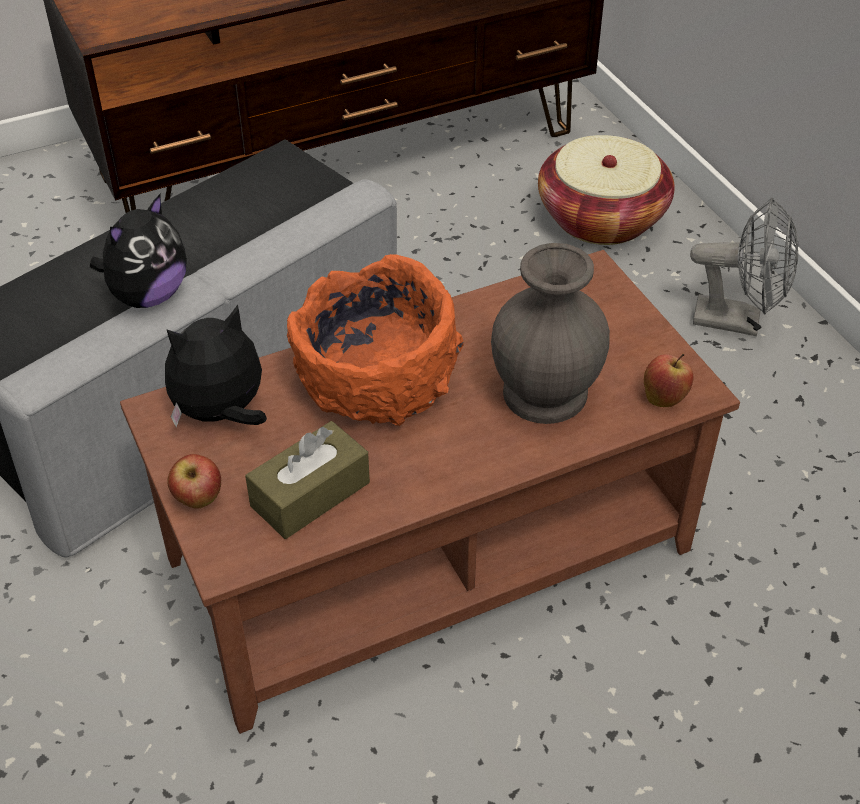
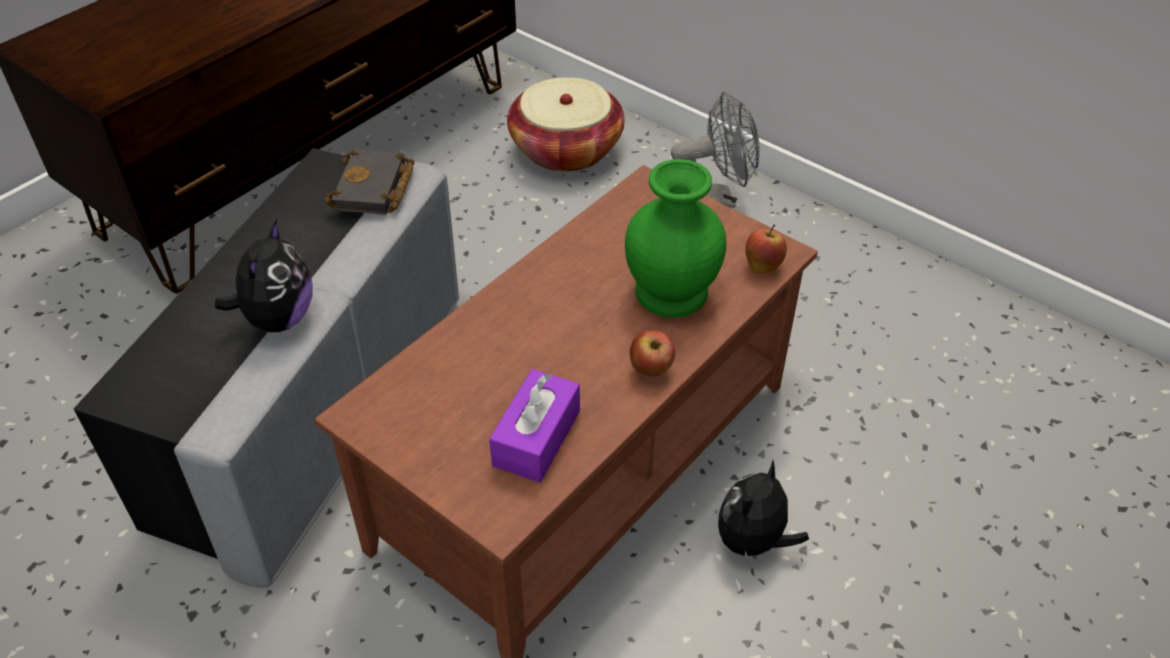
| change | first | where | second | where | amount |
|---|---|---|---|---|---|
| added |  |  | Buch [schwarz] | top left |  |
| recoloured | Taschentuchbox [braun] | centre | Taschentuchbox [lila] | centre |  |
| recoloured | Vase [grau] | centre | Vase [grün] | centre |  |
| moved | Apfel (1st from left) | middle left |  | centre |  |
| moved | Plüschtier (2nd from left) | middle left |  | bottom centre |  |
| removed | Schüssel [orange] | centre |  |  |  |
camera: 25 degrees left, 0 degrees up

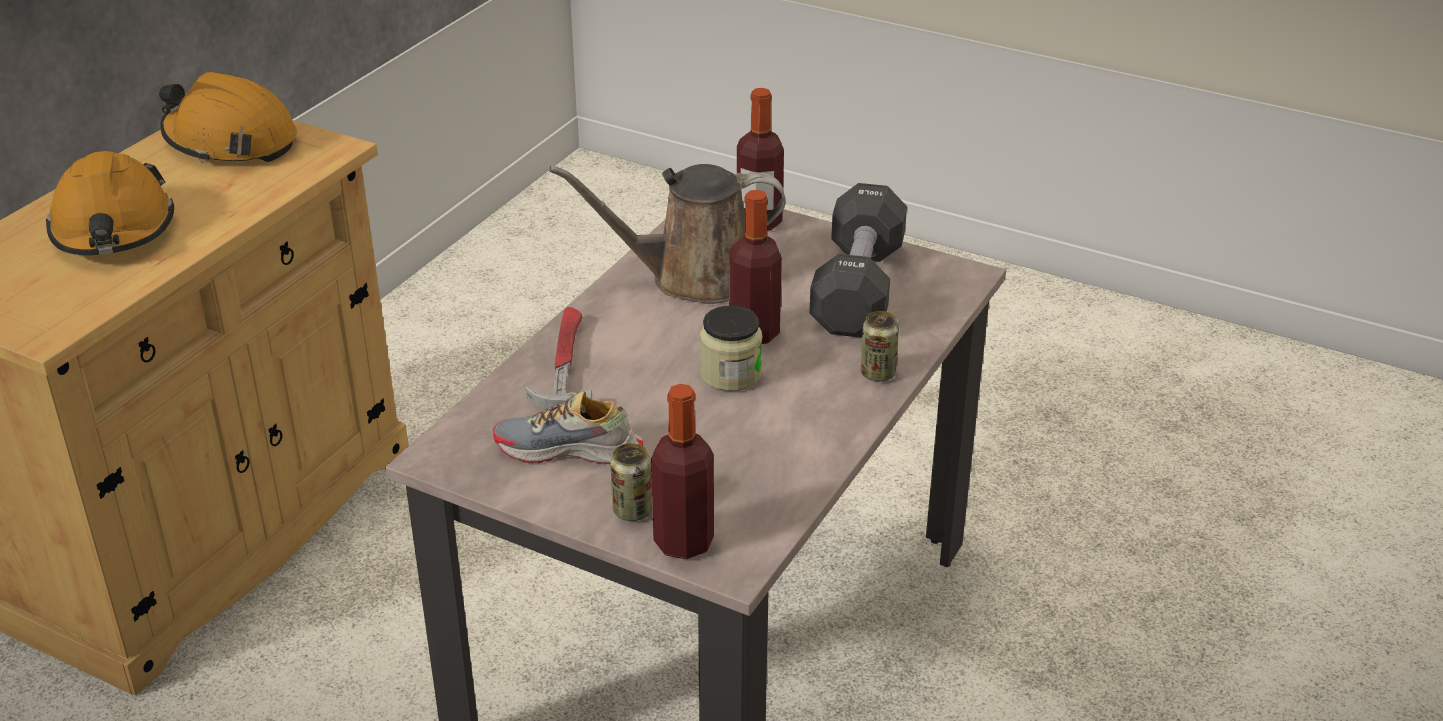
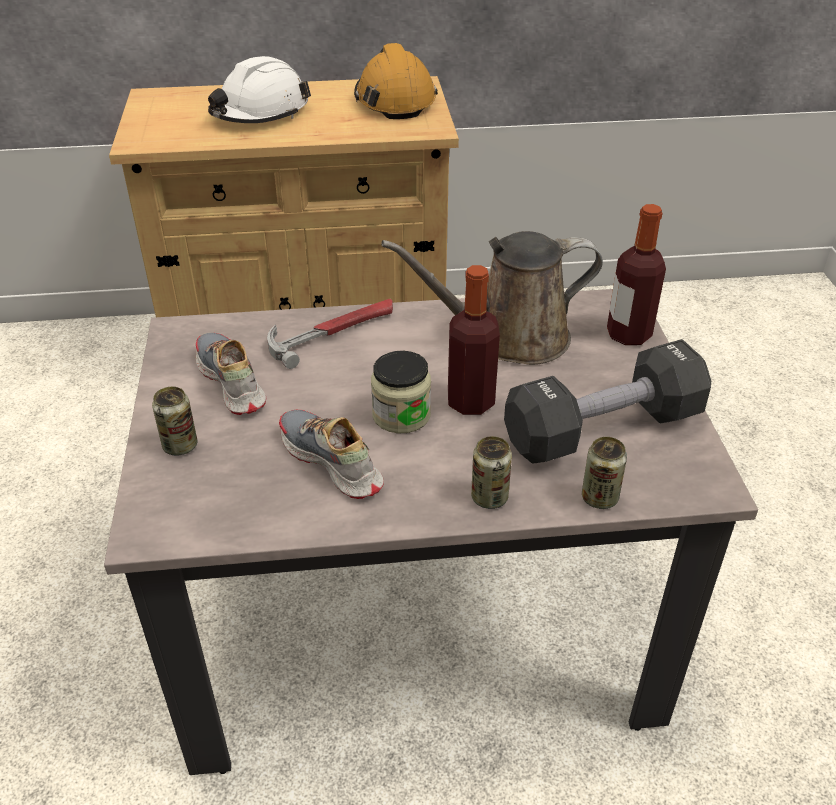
| change | first | where | second | where | amount |
|---|---|---|---|---|---|
| recoloured | Schutzhelm [orange] (1st from left) | top left | Schutzhelm [weiß] | top left |  |
| added |  |  | Schuh (2nd from left) | centre |  |
| turned | Gießkanne [braun] | top centre |  | centre | 60 degrees counterclockwise |
| added |  |  | Dose (3rd from left) | middle right |  |
| removed | Flasche (1st from left) | centre |  |  |  |
camera: 55 degrees right, 5 degrees up

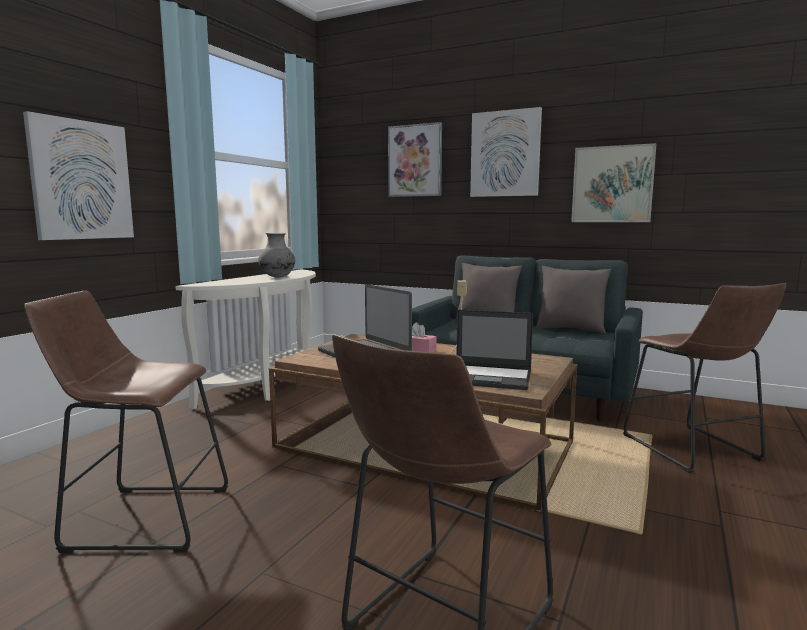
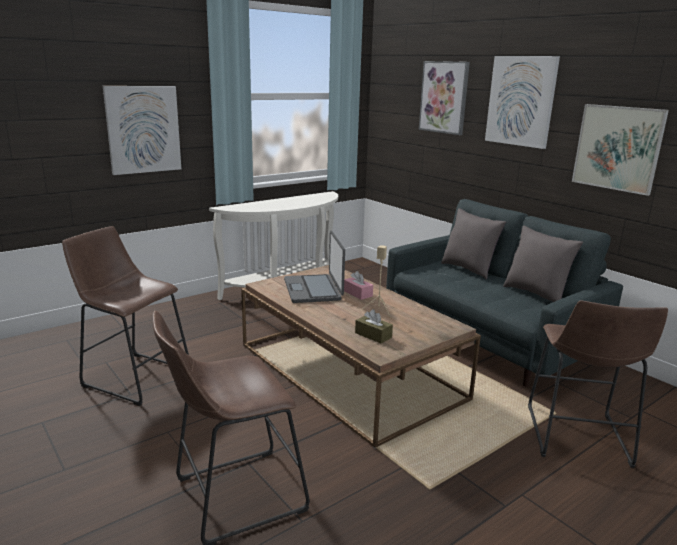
| change | first | where | second | where | amount |
|---|---|---|---|---|---|
| replaced | Laptop (2nd from left) | centre | Taschentuchbox [braun] | centre |  |
| removed | Vase [grau] | centre |  |  |  |
camera: 25 degrees right, 10 degrees up

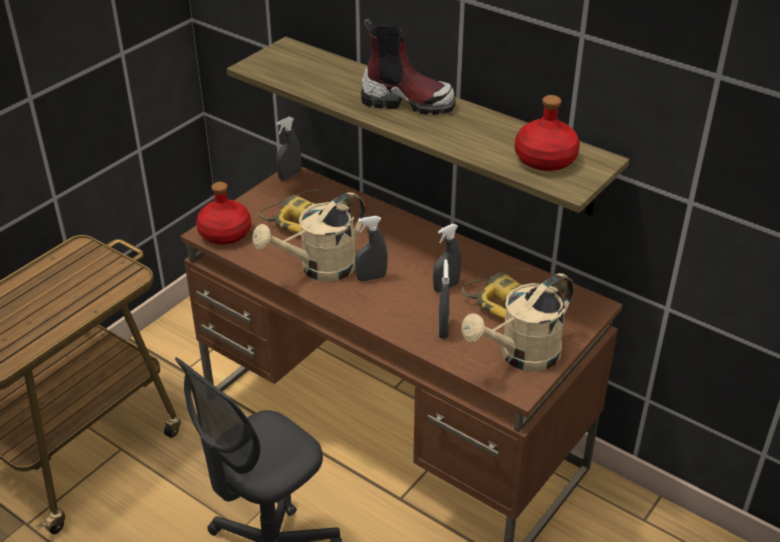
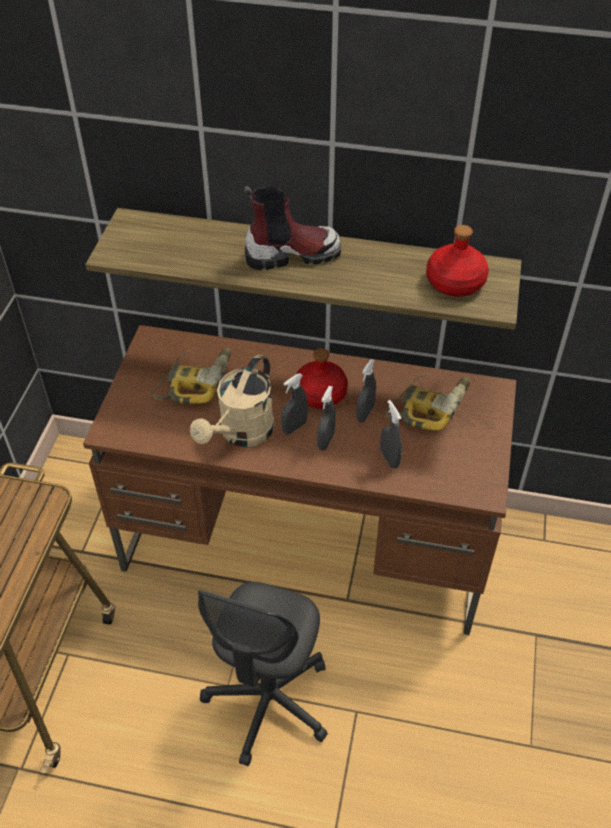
| change | first | where | second | where | amount |
|---|---|---|---|---|---|
| moved | Flasche [rot] (1st from left) | middle left |  | centre |  |
| moved | Sprühflasche [grau] (1st from left in the first image) | top centre | Sprühflasche [grau] (2nd from left) | centre |  |
| removed | Gießkanne [beige] (2nd from left) | centre |  |  |  |
camera: 25 degrees left, 10 degrees up

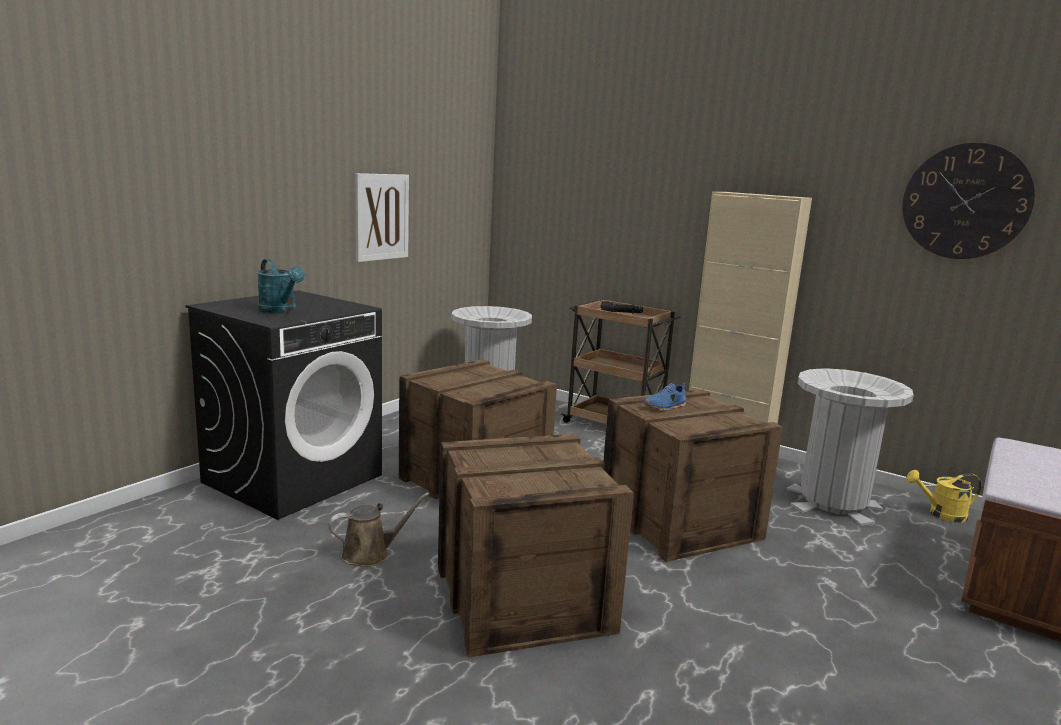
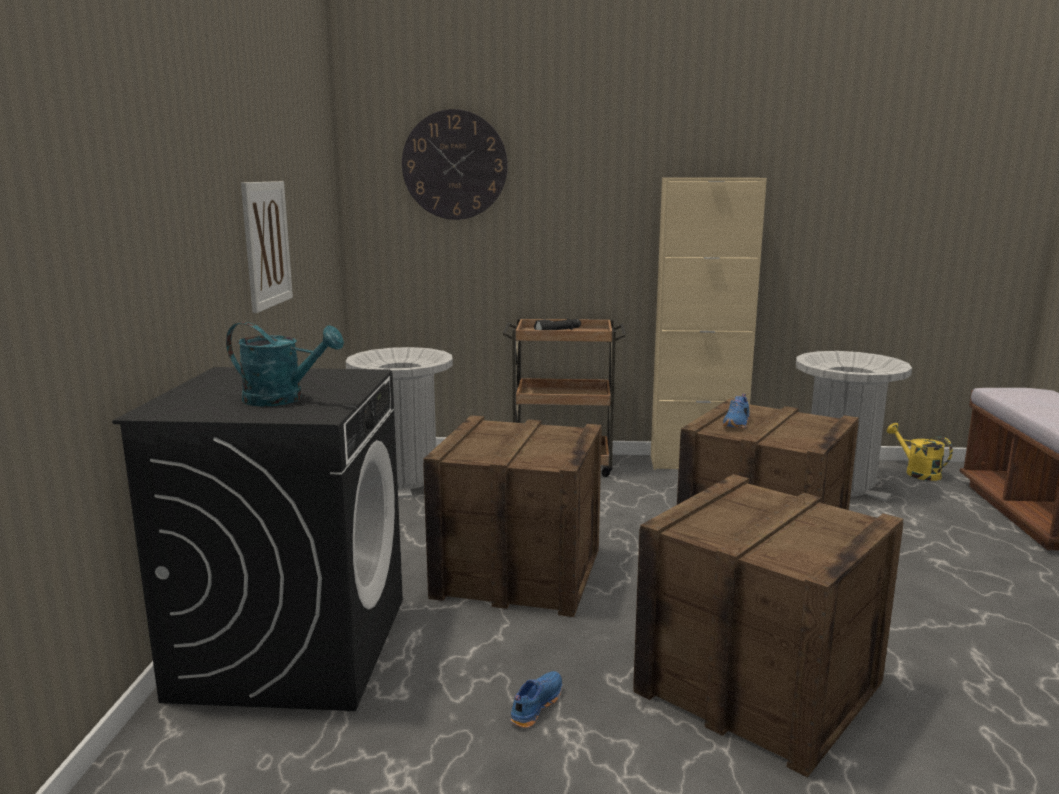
| change | first | where | second | where | amount |
|---|---|---|---|---|---|
| moved | Wanduhr | top right |  | top centre |  |
| replaced | Gießkanne [braun] | bottom centre | Schuh [blau] (1st from left) | bottom centre |  |
| turned | Gießkanne [gelb] | bottom right |  | middle right | 90 degrees clockwise |
camera: 30 degrees left, 0 degrees up

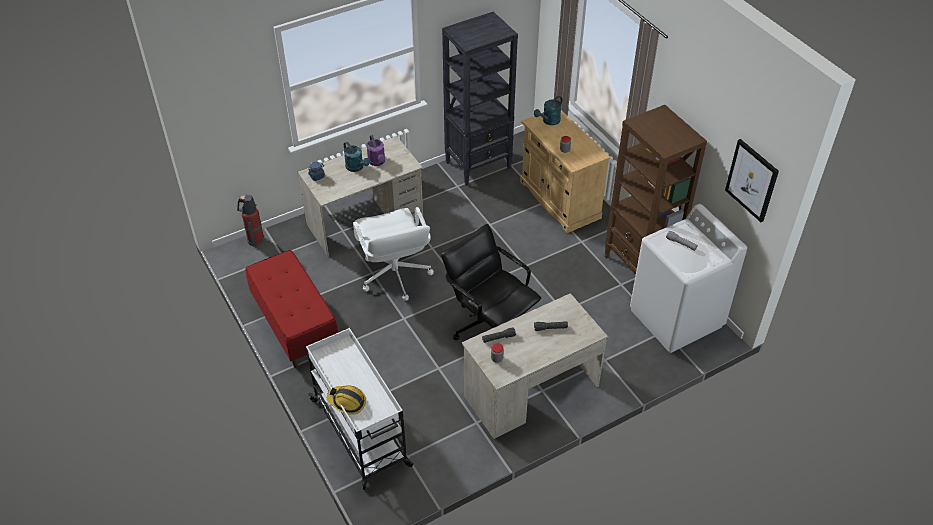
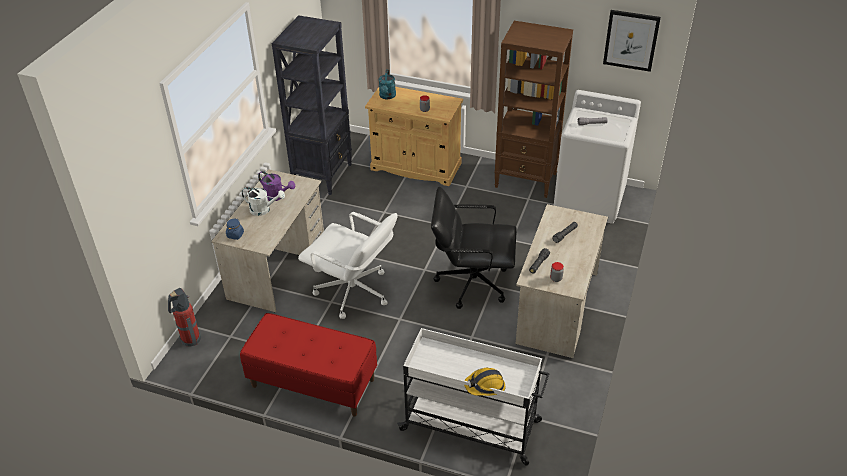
| change | first | where | second | where | amount |
|---|---|---|---|---|---|
| recoloured | Gießkanne [türkis] (1st from left) | top centre | Gießkanne [weiß] | middle left |  |
camera: 40 degrees left, 5 degrees down

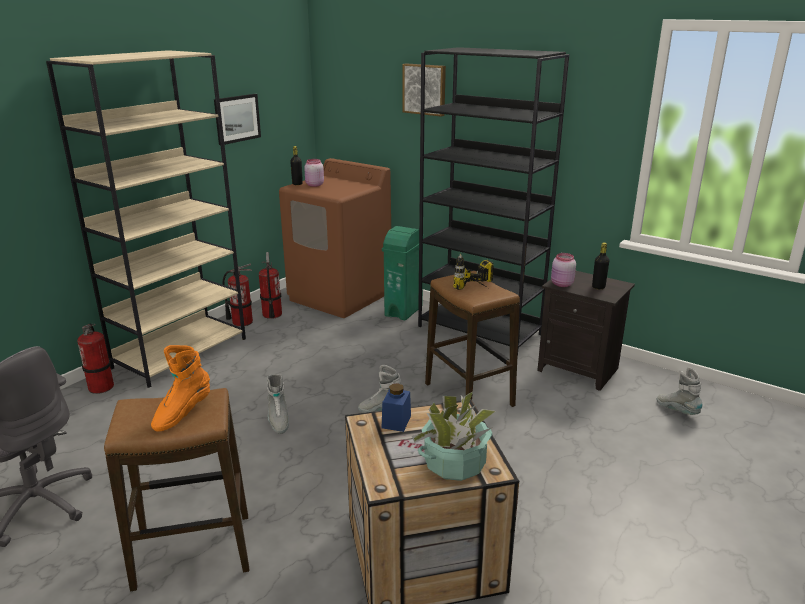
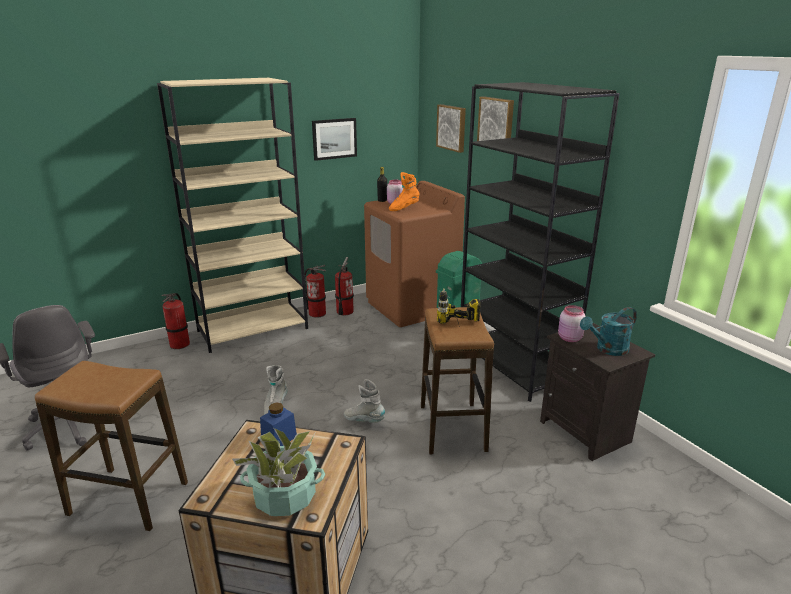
| change | first | where | second | where | amount |
|---|---|---|---|---|---|
| moved | Stiefel [orange] | middle left |  | top centre |  |
| added |  |  | Bild (2nd from left) | top centre |  |
| replaced | Flasche [schwarz] (2nd from left) | middle right | Gießkanne [türkis] | middle right |  |
| removed | Stiefel [grau] (3rd from left) | middle right |  |  |  |
camera: 25 degrees right, 0 degrees up

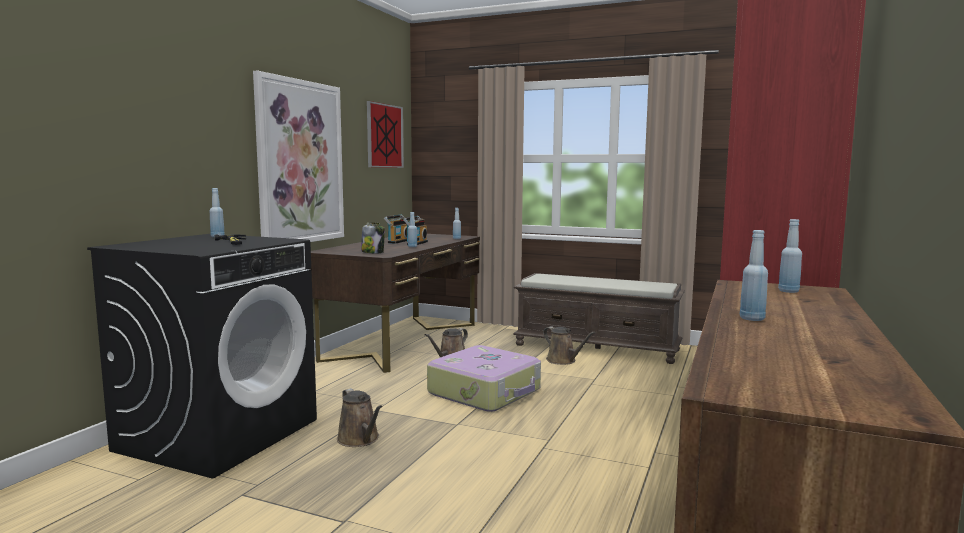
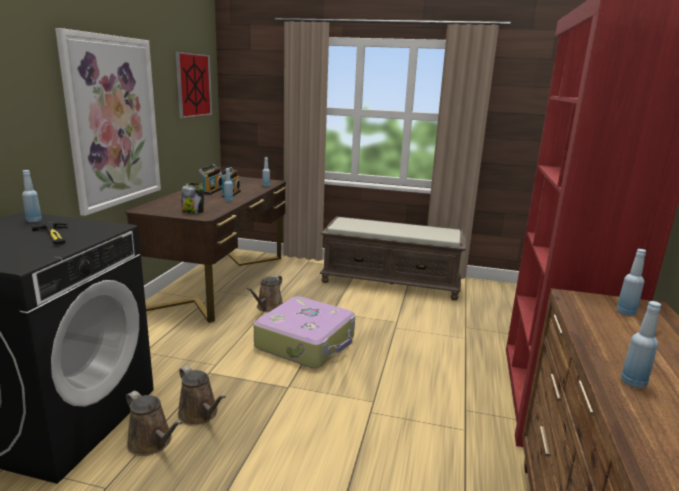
| change | first | where | second | where | amount |
|---|---|---|---|---|---|
| moved | Gießkanne [braun] (3rd from left in the first image) | centre | Gießkanne [braun] (1st from left) | bottom left |  |
camera: 10 degrees left, 10 degrees up

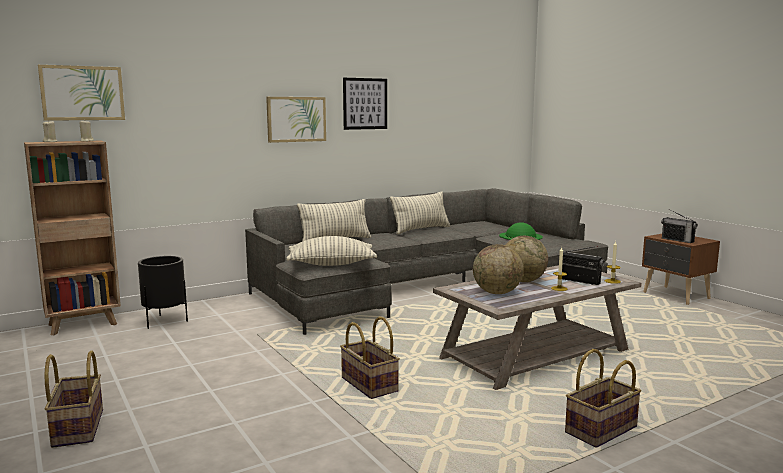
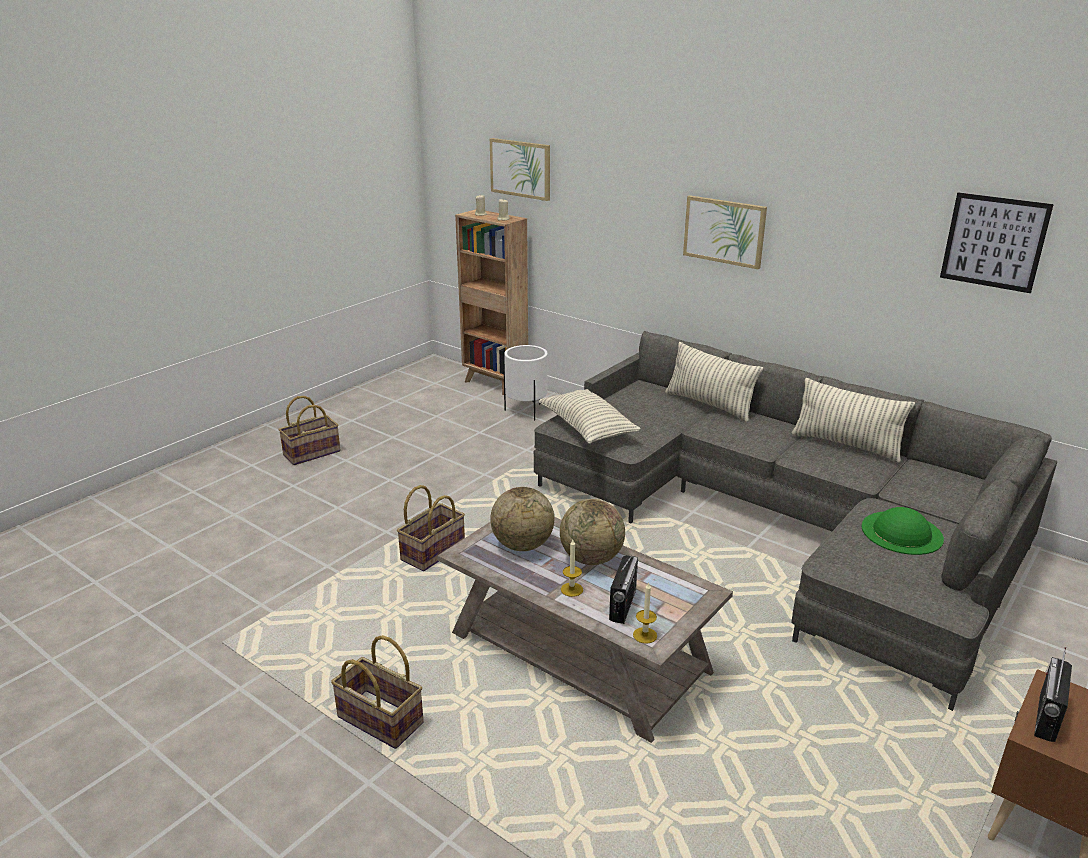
| change | first | where | second | where | amount |
|---|---|---|---|---|---|
| recoloured | Pflanzkübel [schwarz] | middle left | Pflanzkübel [weiß] | centre |  |
| moved | Bild (3rd from left) | top centre |  | top right |  |
camera: 70 degrees right, 15 degrees up

